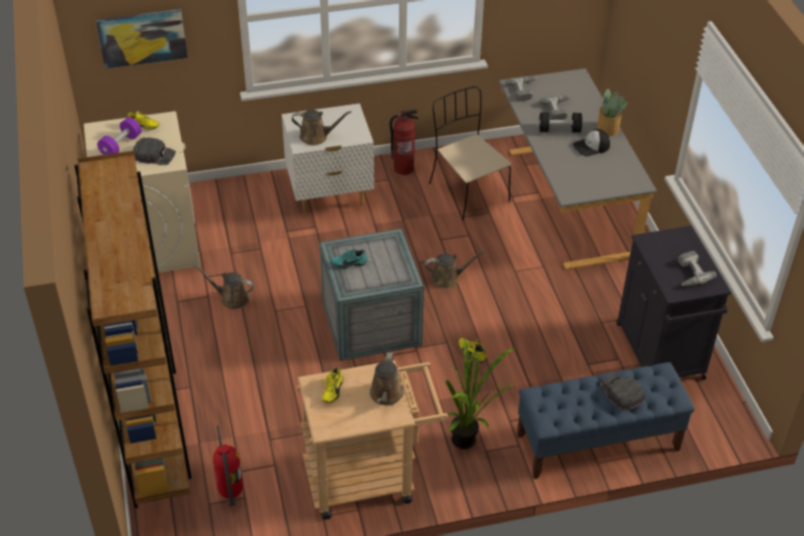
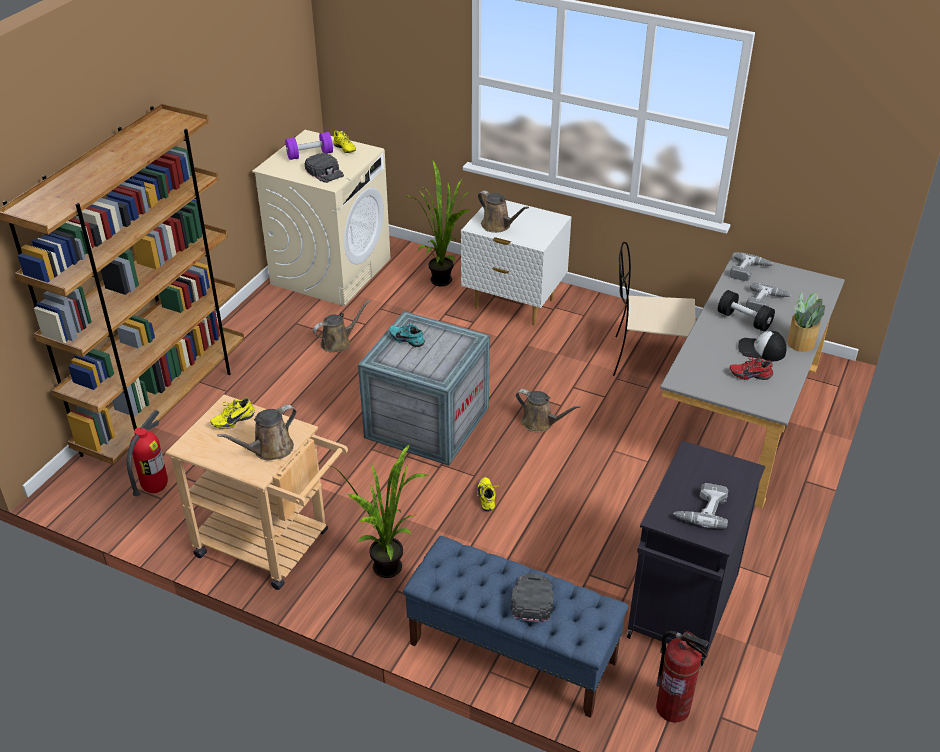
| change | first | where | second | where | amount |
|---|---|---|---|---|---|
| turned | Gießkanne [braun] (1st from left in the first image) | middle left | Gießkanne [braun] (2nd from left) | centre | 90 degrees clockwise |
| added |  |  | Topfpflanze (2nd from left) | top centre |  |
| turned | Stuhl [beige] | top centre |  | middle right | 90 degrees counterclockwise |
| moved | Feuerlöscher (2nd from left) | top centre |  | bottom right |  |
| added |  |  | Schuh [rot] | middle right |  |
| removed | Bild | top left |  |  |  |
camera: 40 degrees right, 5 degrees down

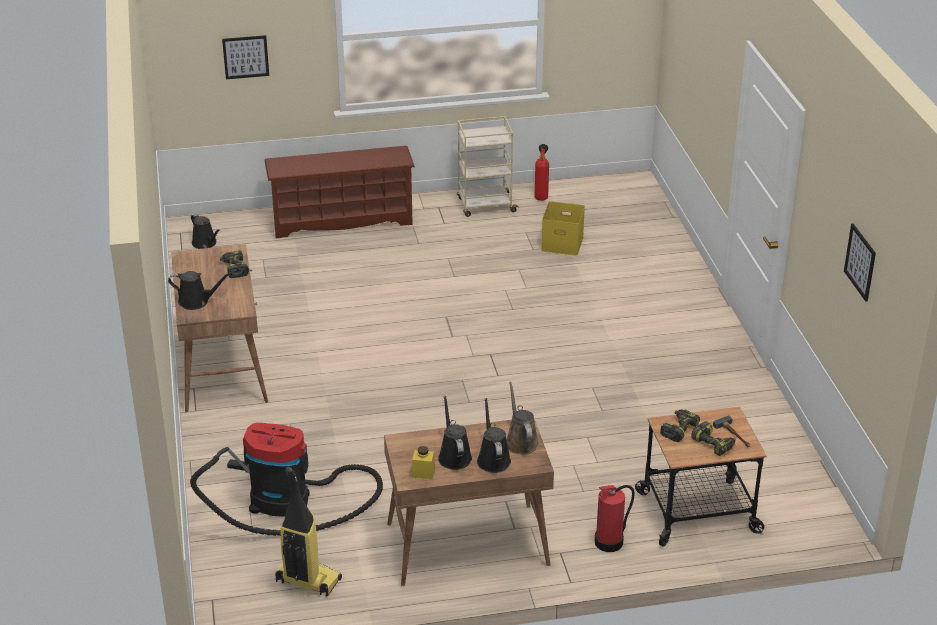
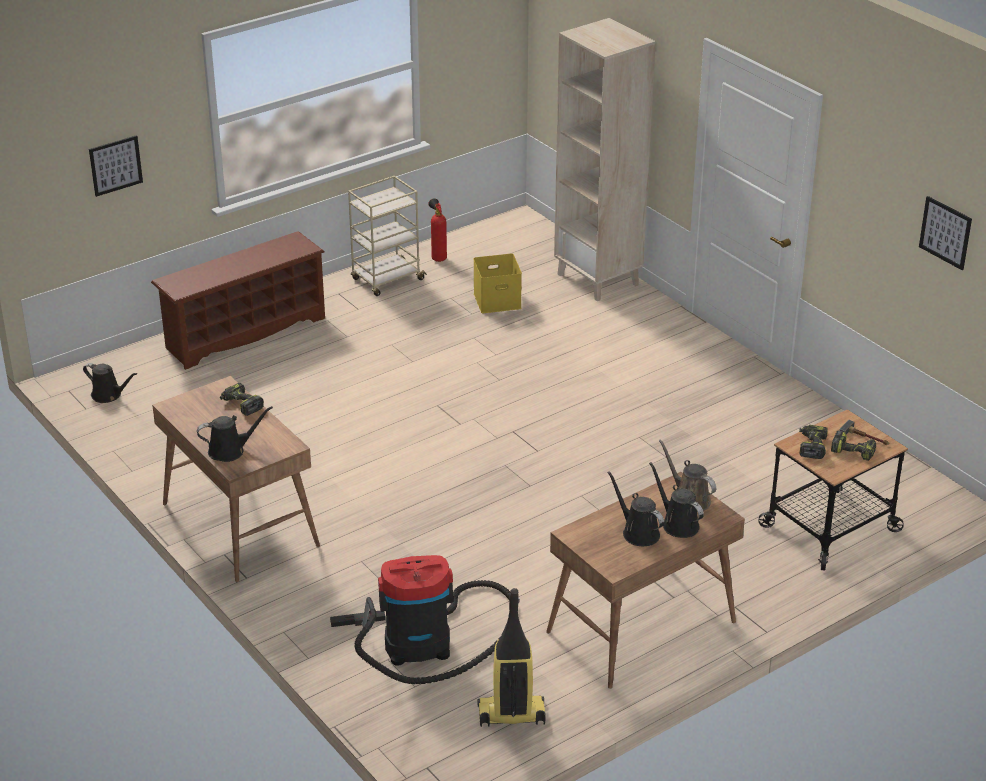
| change | first | where | second | where | amount |
|---|---|---|---|---|---|
| added |  |  | Bücherregal [beige] | top centre |  |
| removed | Vorratsglas [gelb] | bottom centre |  |  |  |
| removed | Feuerlöscher (2nd from left) | bottom centre |  |  |  |
camera: 25 degrees left, 0 degrees up

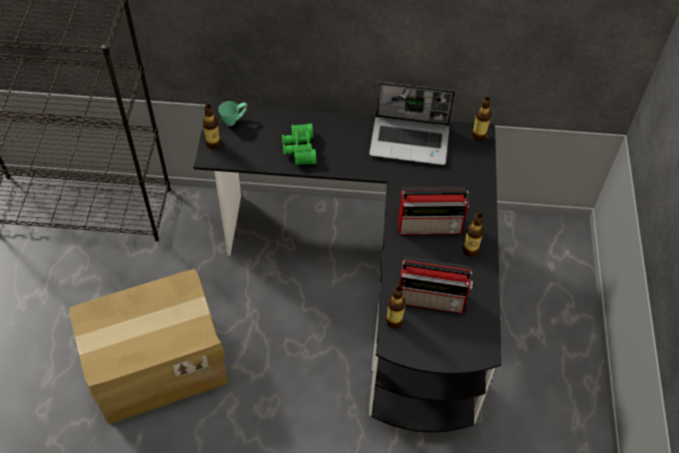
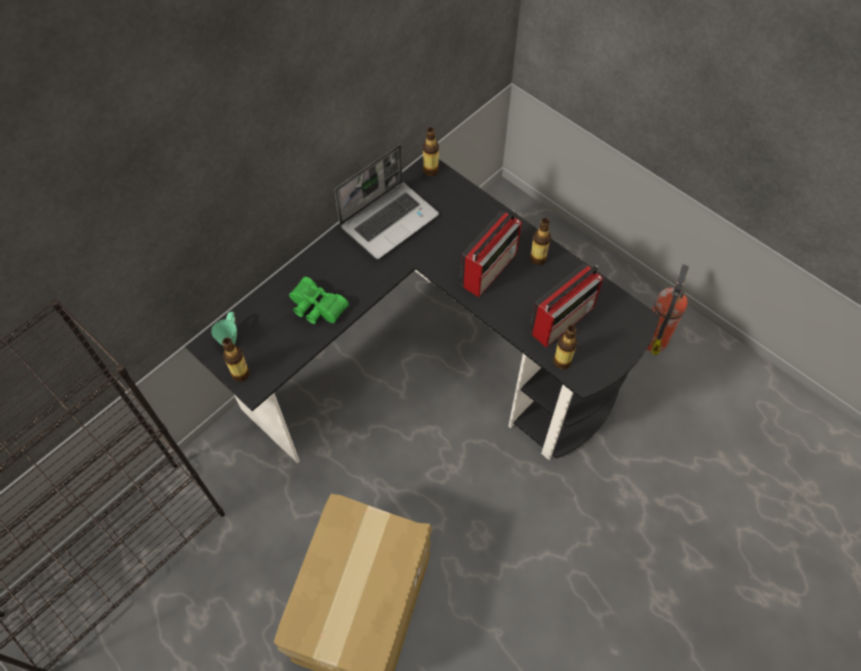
| change | first | where | second | where | amount |
|---|---|---|---|---|---|
| added |  |  | Feuerlöscher | middle right |  |
camera: 50 degrees left, 5 degrees up

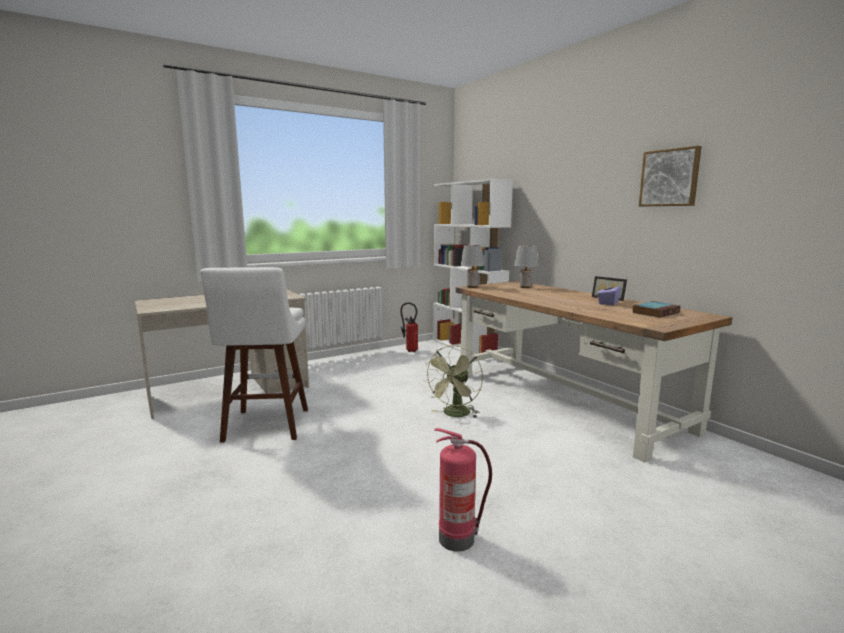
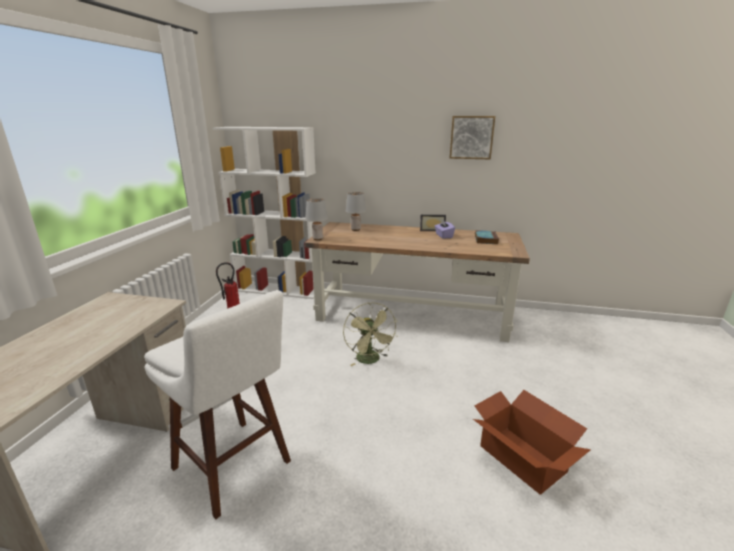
| change | first | where | second | where | amount |
|---|---|---|---|---|---|
| replaced | Feuerlöscher (2nd from left) | bottom centre | Karton | bottom right |  |
camera: 45 degrees left, 10 degrees up

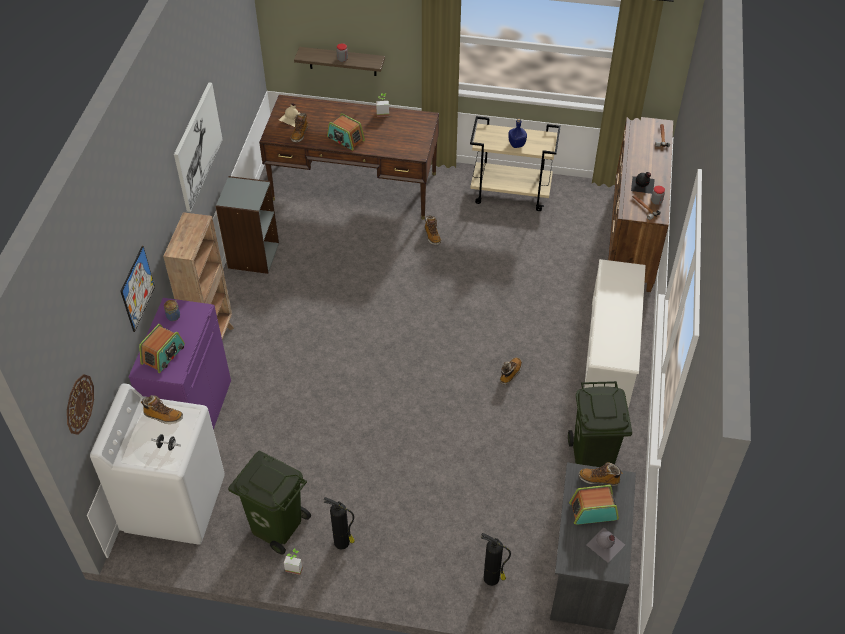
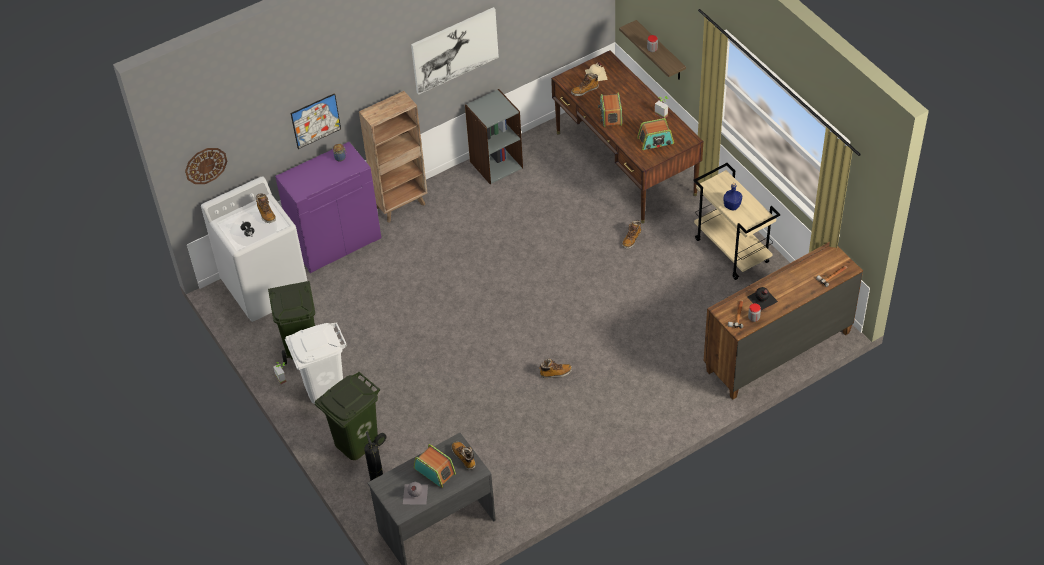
| change | first | where | second | where | amount |
|---|---|---|---|---|---|
| replaced | Feuerlöscher (1st from left) | bottom centre | Mülleimer [weiß] | middle left |  |
| moved | Mülleimer [grün] (2nd from left) | bottom right |  | bottom centre |  |
| moved | Radio (1st from left in the first image) | middle left | Radio (3rd from left) | top centre |  |
| removed | Schuhregal [weiß] | middle right |  |  |  |
camera: 50 degrees right, 0 degrees up

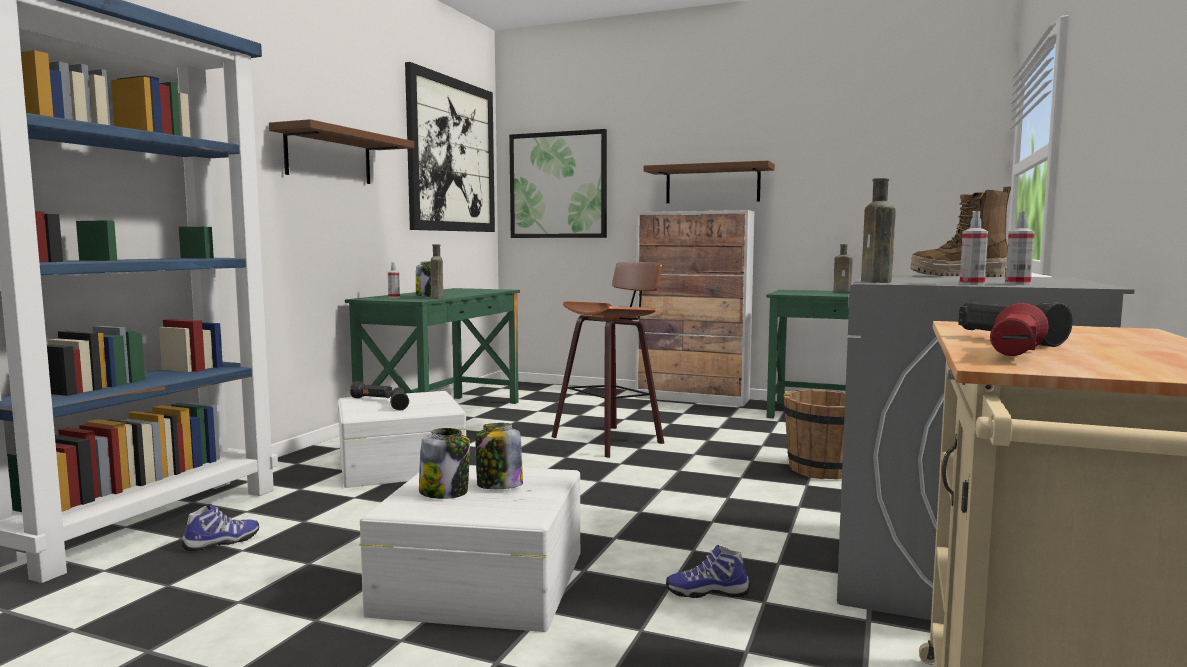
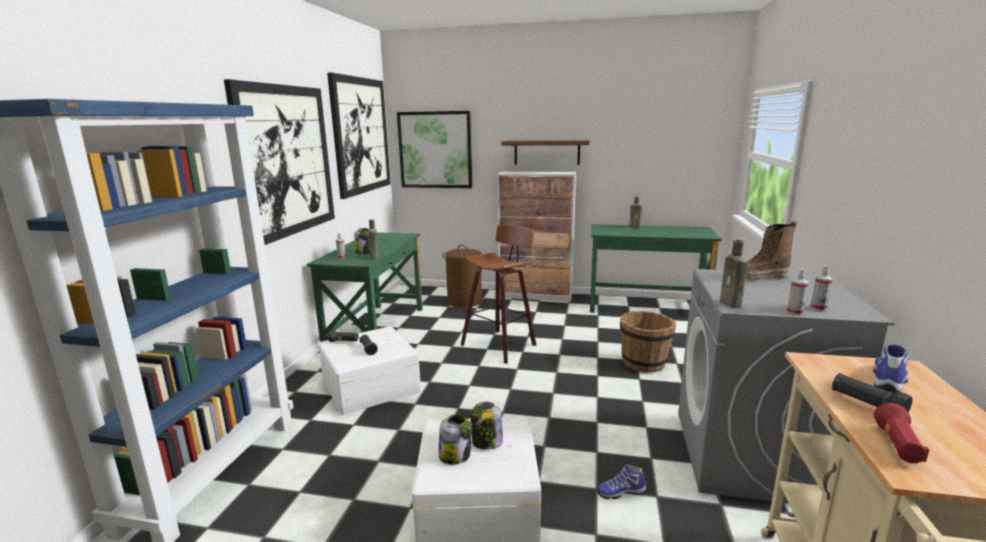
| change | first | where | second | where | amount |
|---|---|---|---|---|---|
| replaced | Wandregal [braun] (1st from left) | top left | Bild (1st from left) | top left |  |
| added |  |  | Wäschekorb [braun] | centre |  |
| moved | Schuh (1st from left in the first image) | bottom left | Schuh (2nd from left) | bottom right |  |
camera: 10 degrees left, 10 degrees up

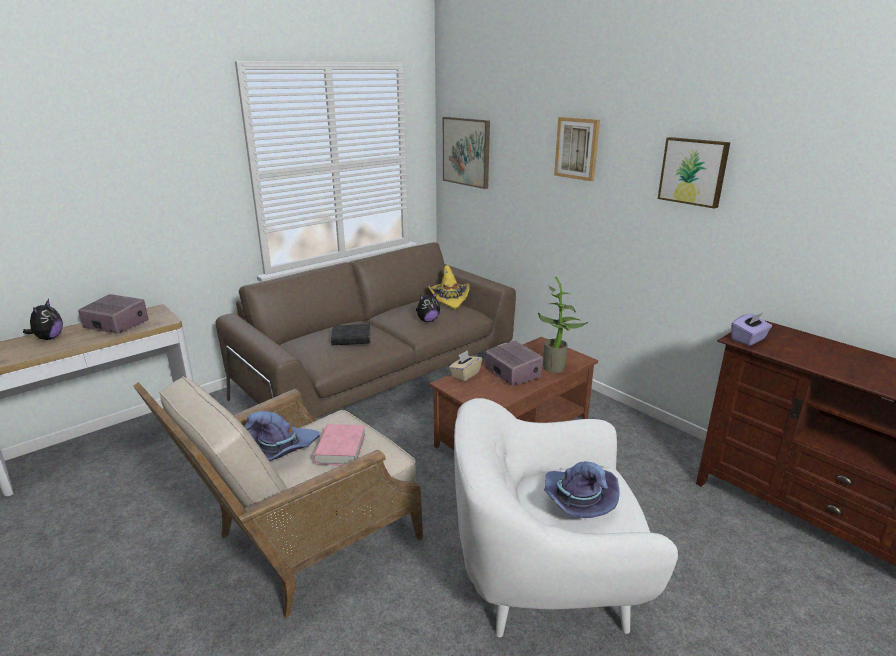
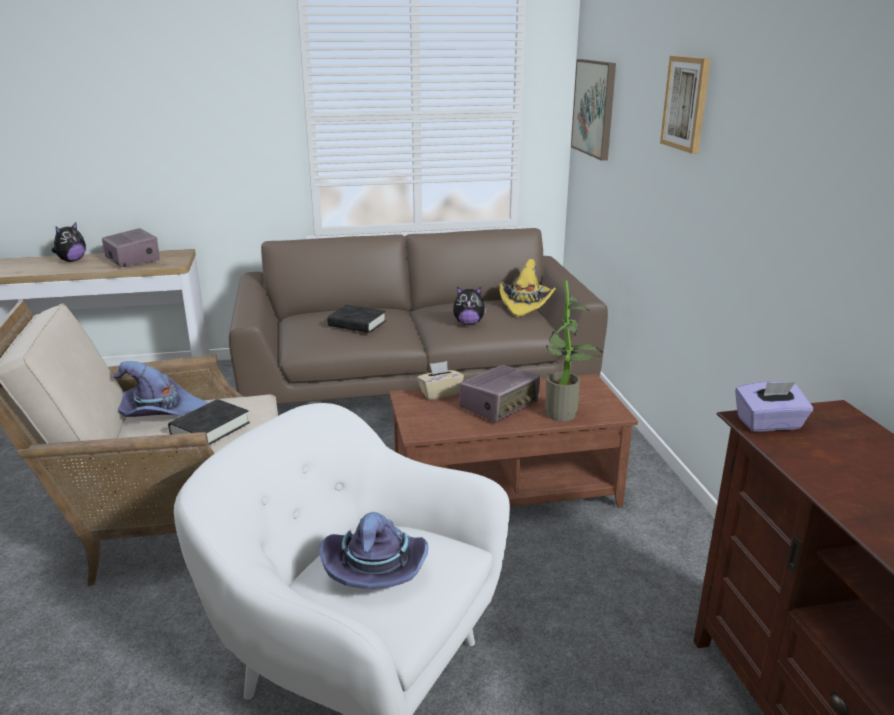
| change | first | where | second | where | amount |
|---|---|---|---|---|---|
| recoloured | Buch [rosa] | bottom centre | Buch [schwarz] (1st from left) | middle left |  |
| turned | Radio (2nd from left) | centre |  | centre | 45 degrees clockwise |
| removed | Bild (3rd from left) | top right |  |  |  |
camera: 30 degrees right, 0 degrees up

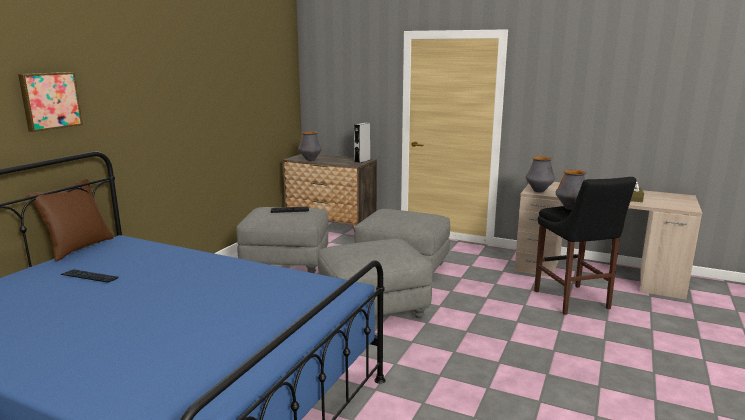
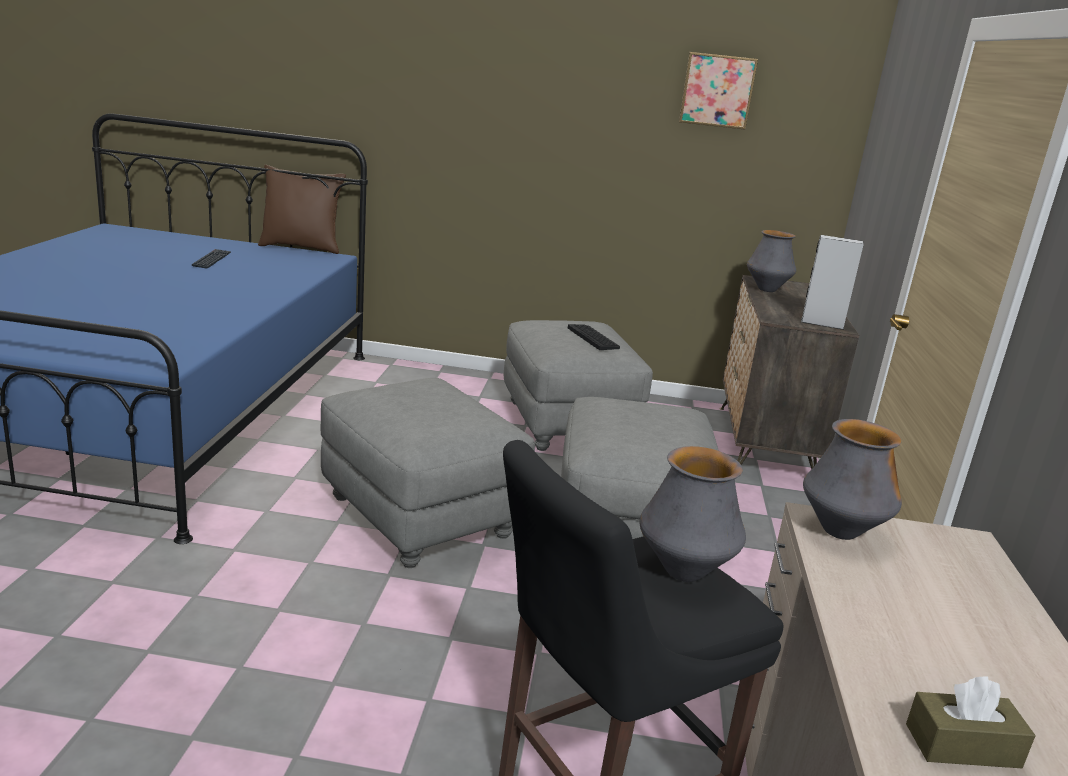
| change | first | where | second | where | amount |
|---|---|---|---|---|---|
| moved | Bild | top left |  | top right |  |
camera: 70 degrees right, 5 degrees up

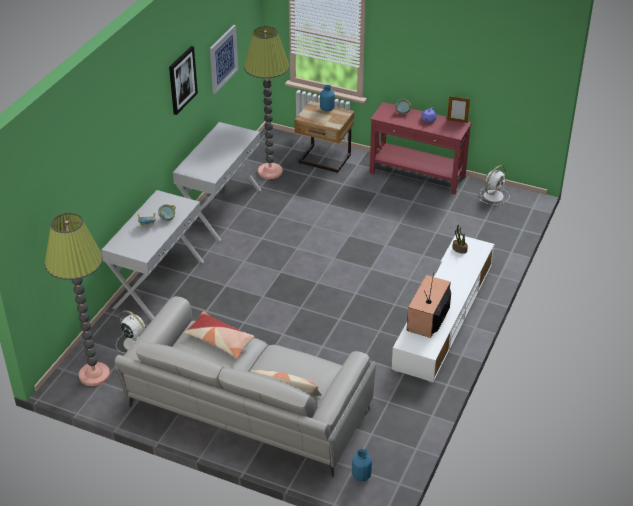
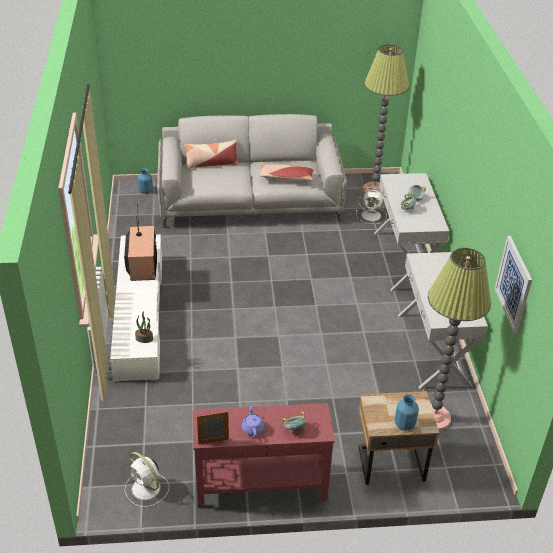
| change | first | where | second | where | amount |
|---|---|---|---|---|---|
| turned | Ventilator [weiß] (2nd from left in the first image) | middle right | Ventilator [weiß] (1st from left) | bottom left | 60 degrees counterclockwise |
| removed | Bild (1st from left) | top left |  |  |  |
camera: 150 degrees right, 0 degrees up

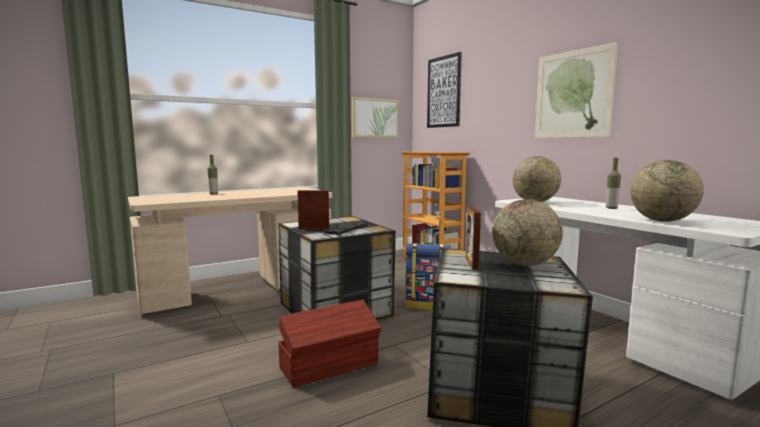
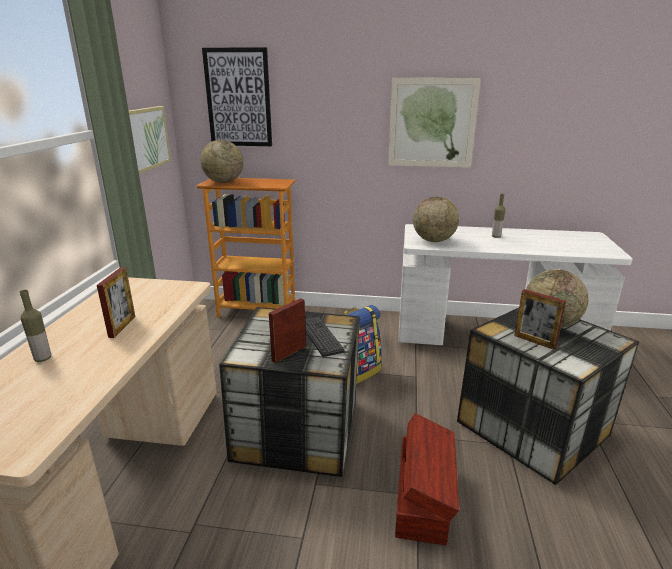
| change | first | where | second | where | amount |
|---|---|---|---|---|---|
| added |  |  | Bilderrahmen (1st from left) | middle left |  |
| moved | Globus (3rd from left in the first image) | middle right | Globus (1st from left) | top left |  |
camera: 50 degrees left, 15 degrees up

